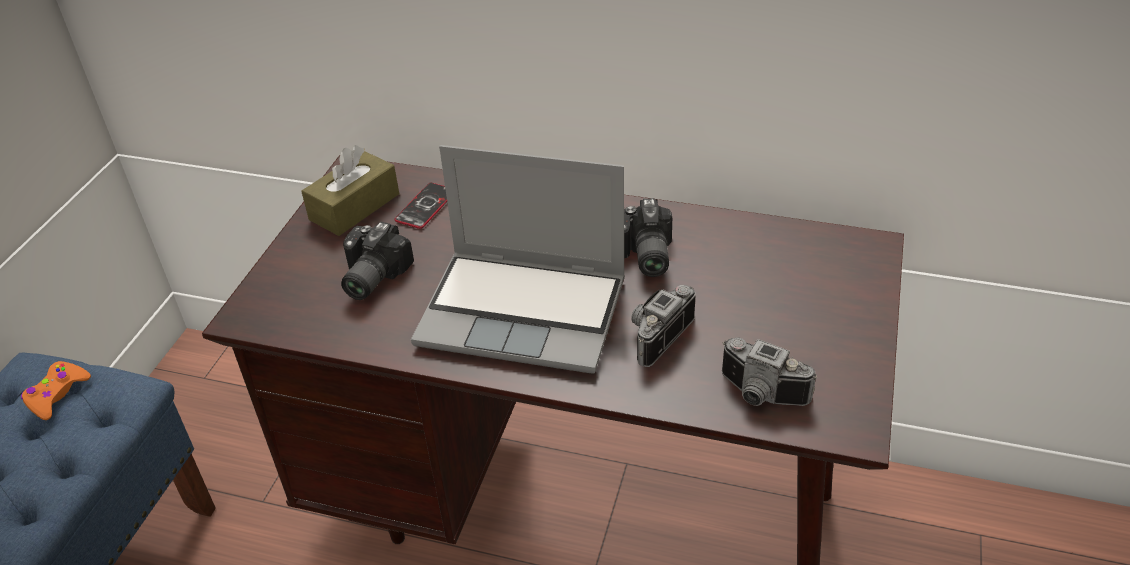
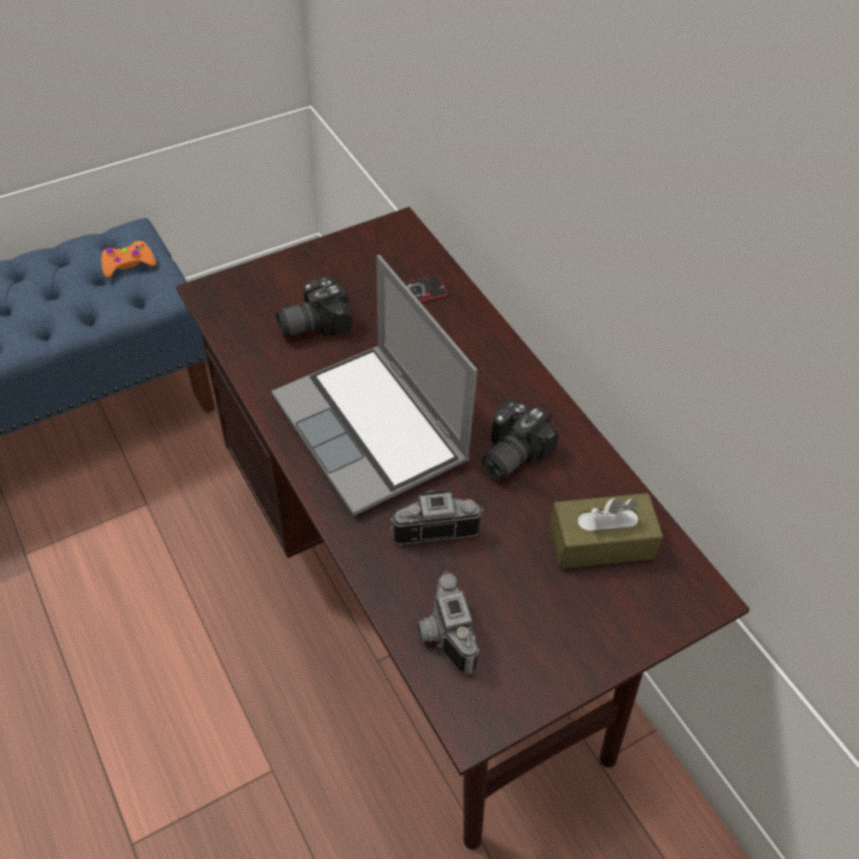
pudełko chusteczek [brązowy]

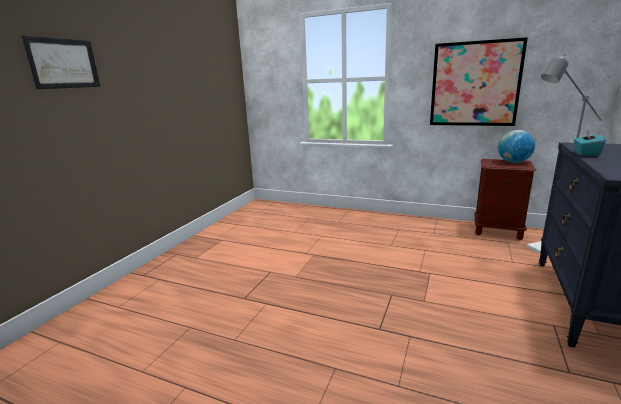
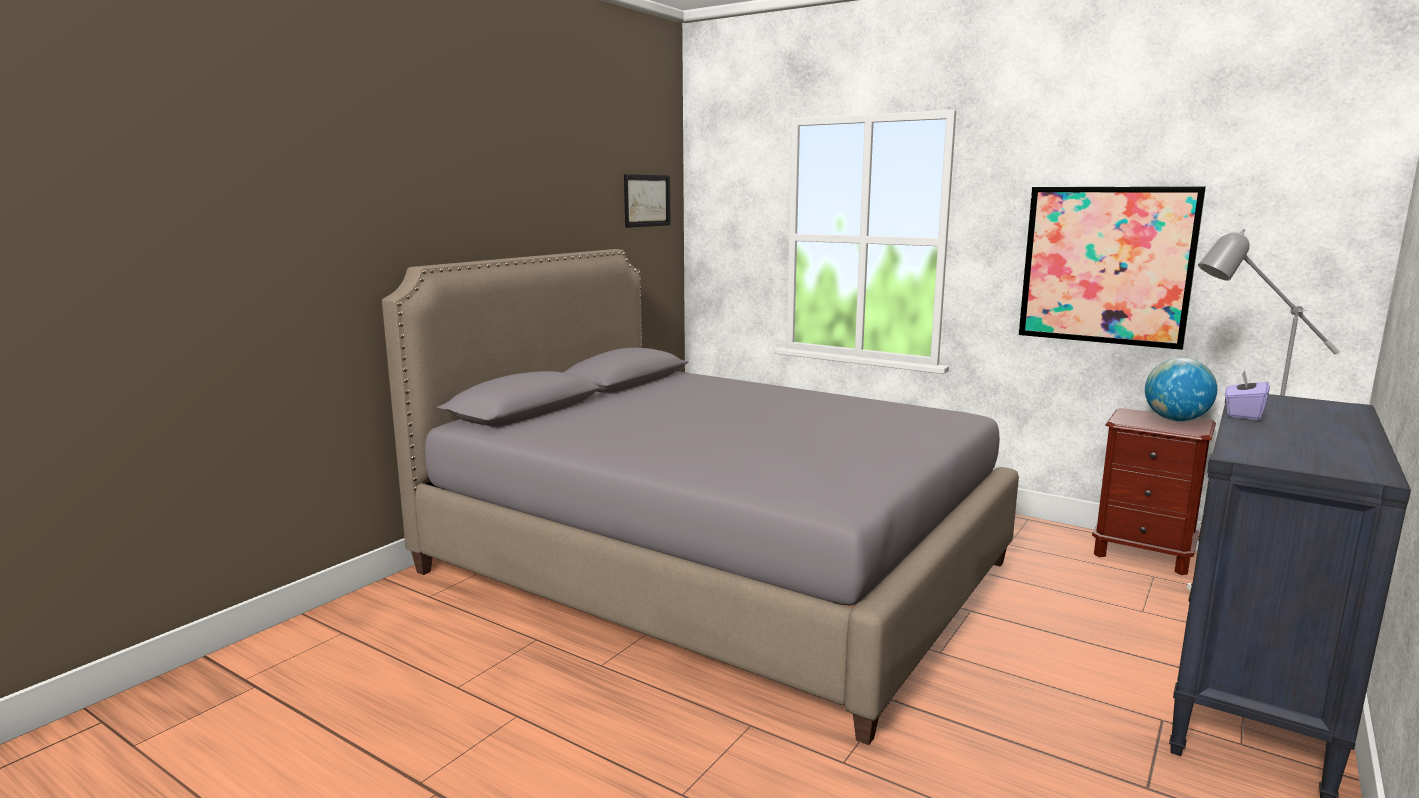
łóżko [szary]
obraz (1st from left)
pudełko chusteczek [fioletowy]

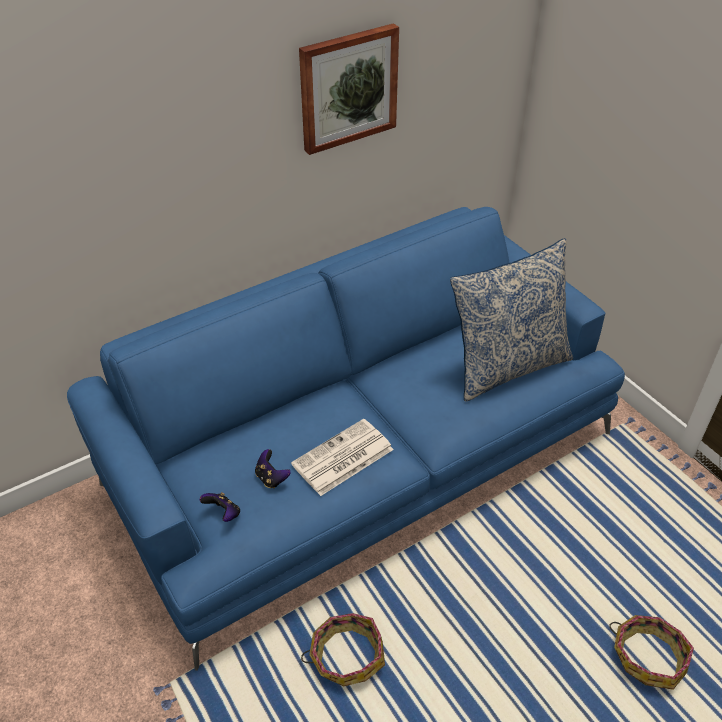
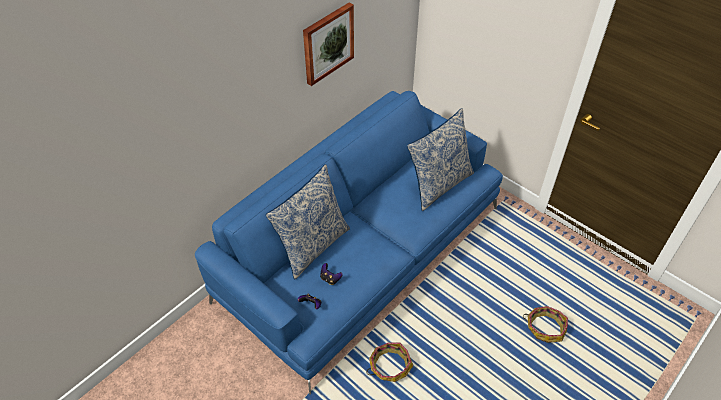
poduszka (1st from left)
gazeta

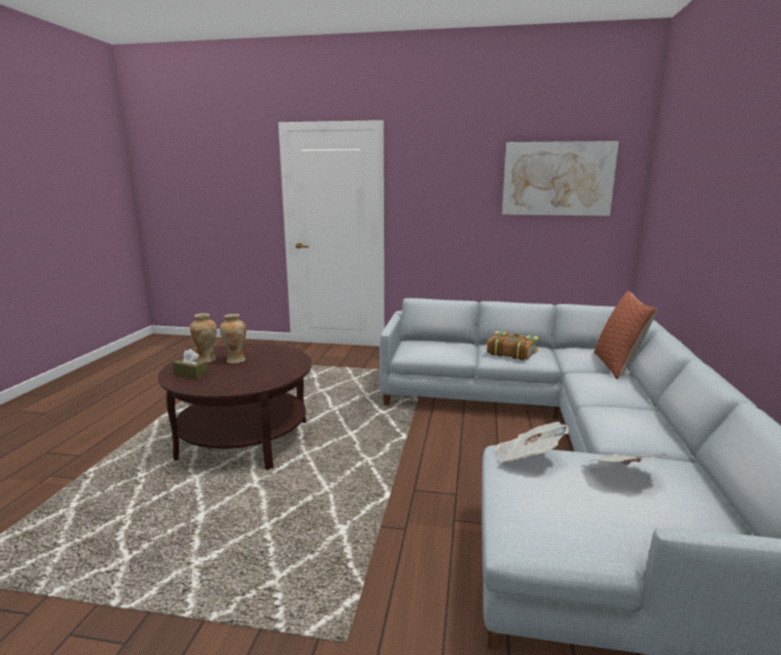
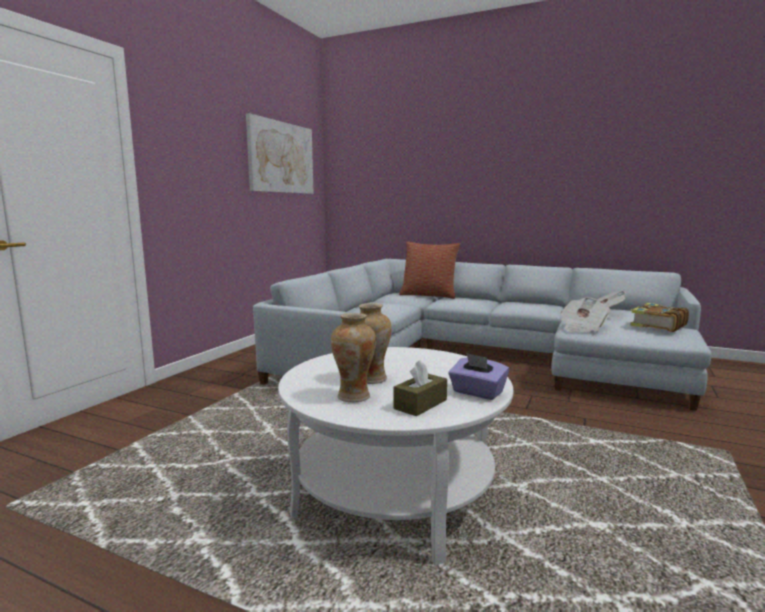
ława [biały]
pudełko chusteczek [fioletowy]
książka

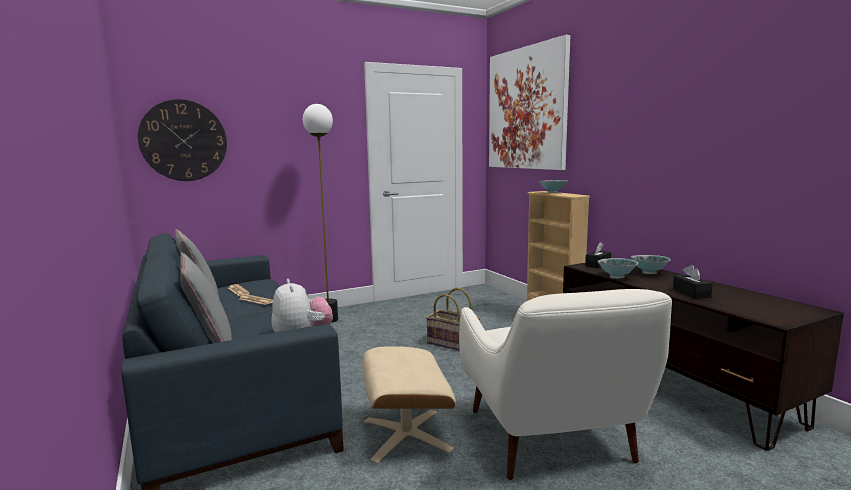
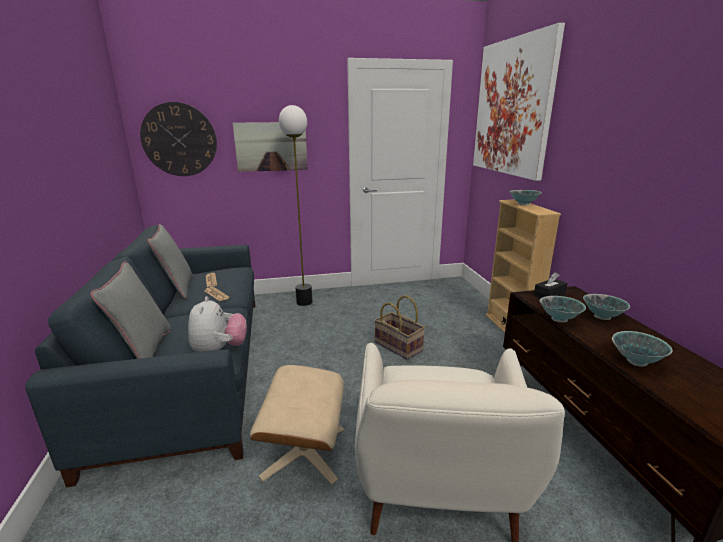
obraz (1st from left)
miska (4th from left)

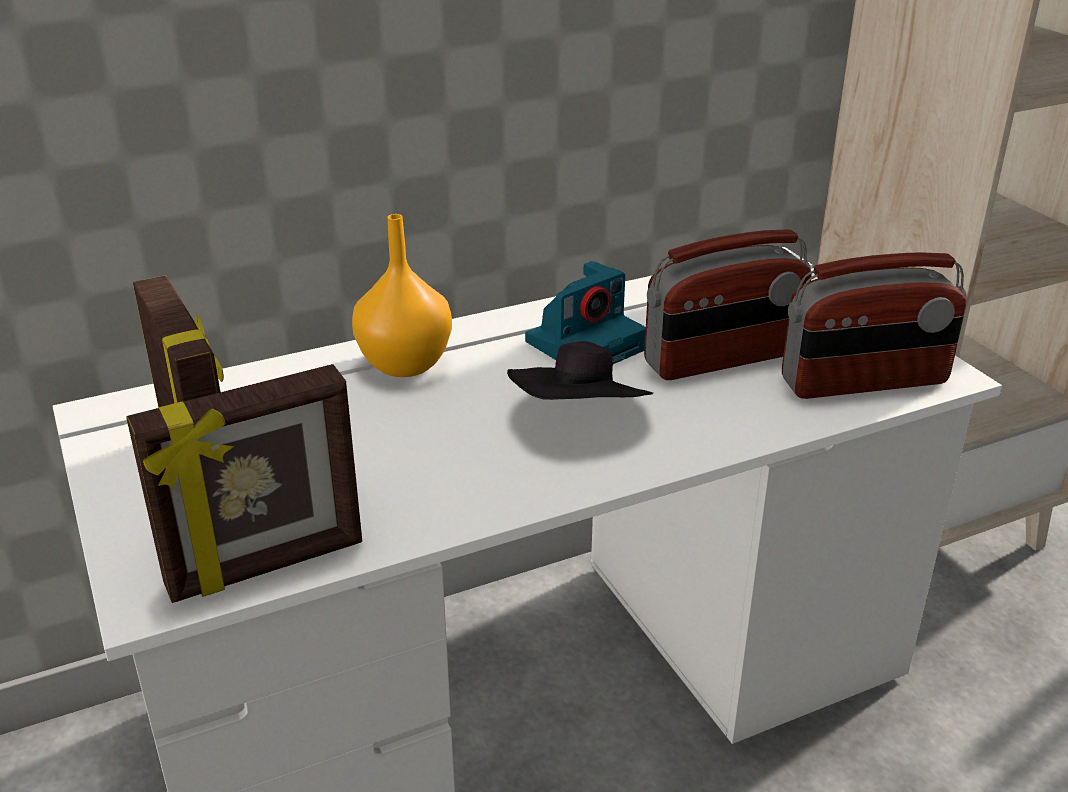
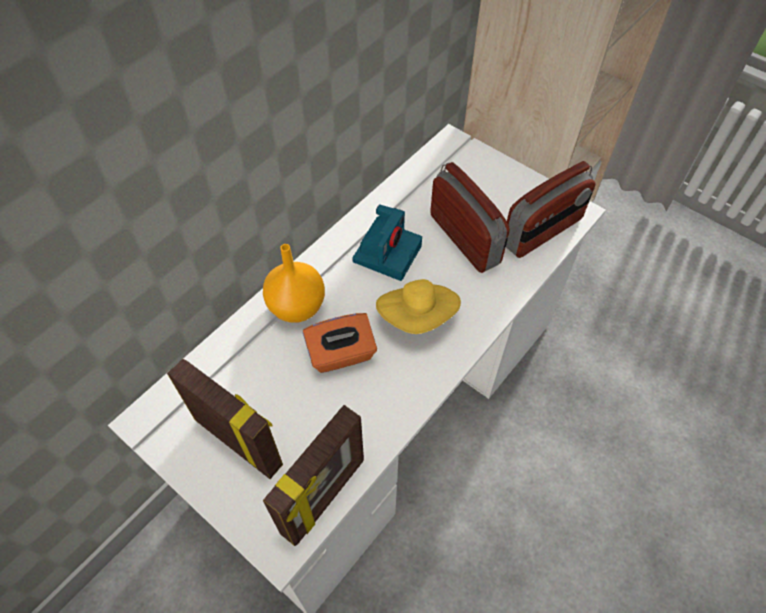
pudełko chusteczek [pomarańczowy]
kapelusz [żółty]
radio (1st from left)

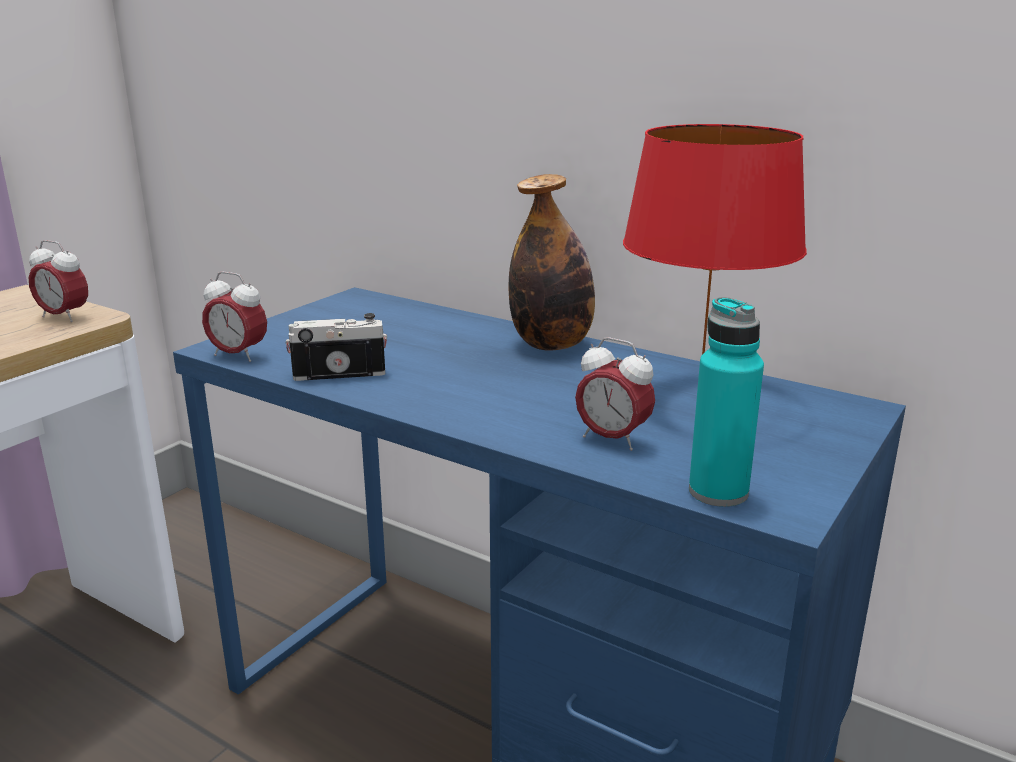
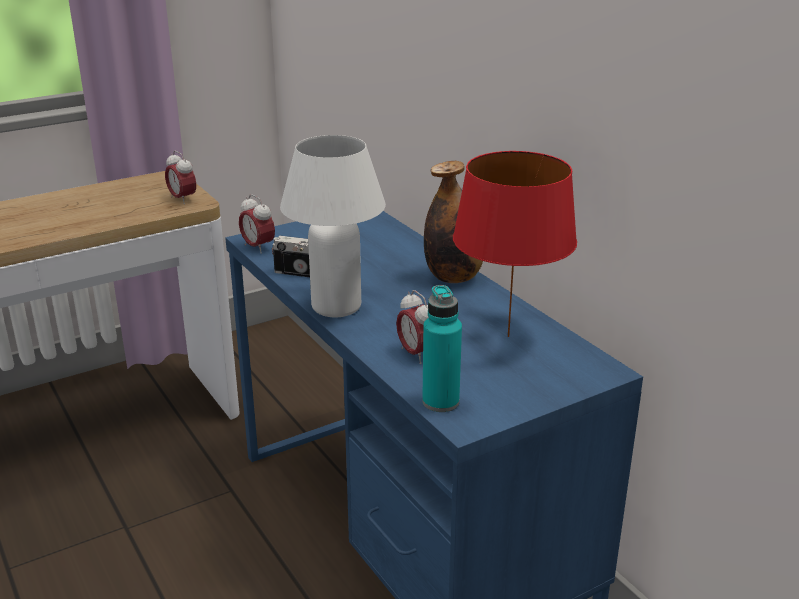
lampa stołowa [biały]

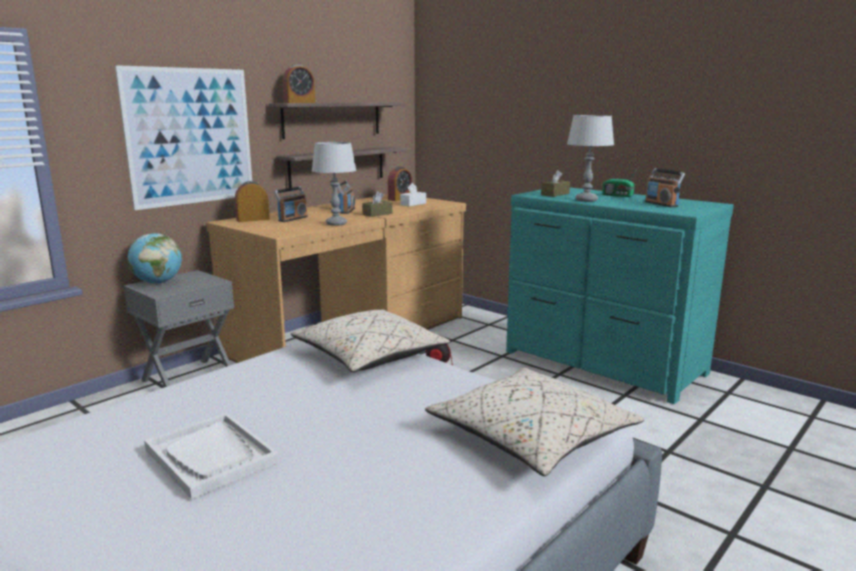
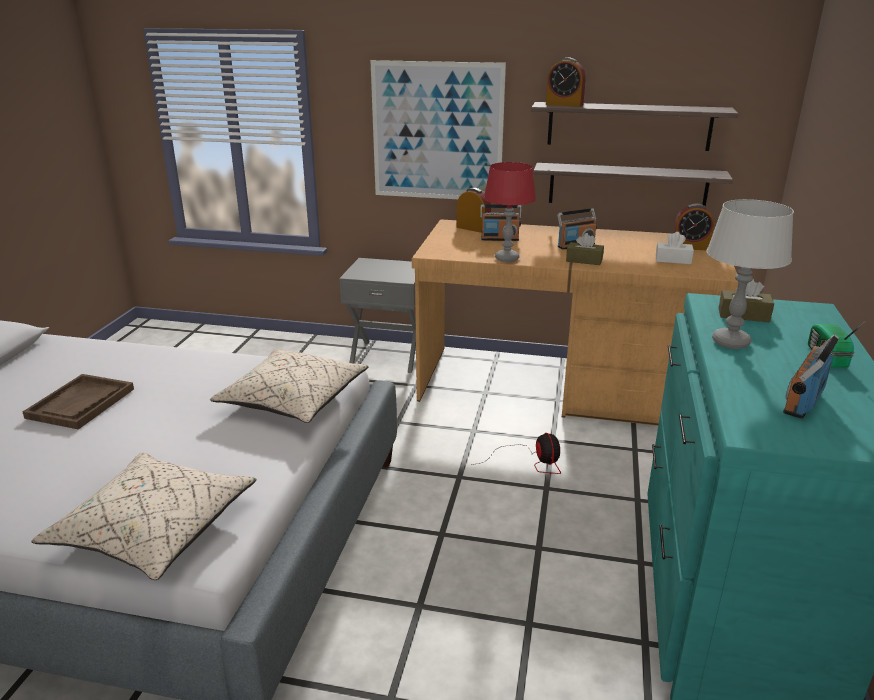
taca [brązowy]
lampa stołowa [czerwony]
globus

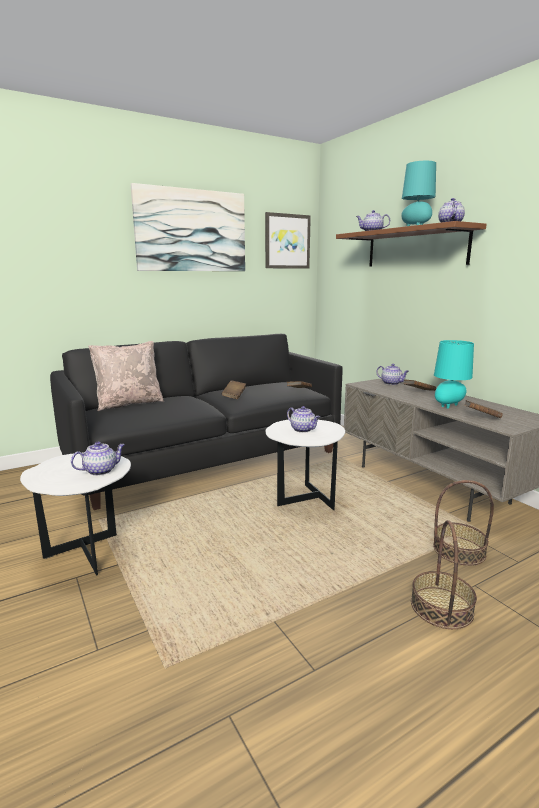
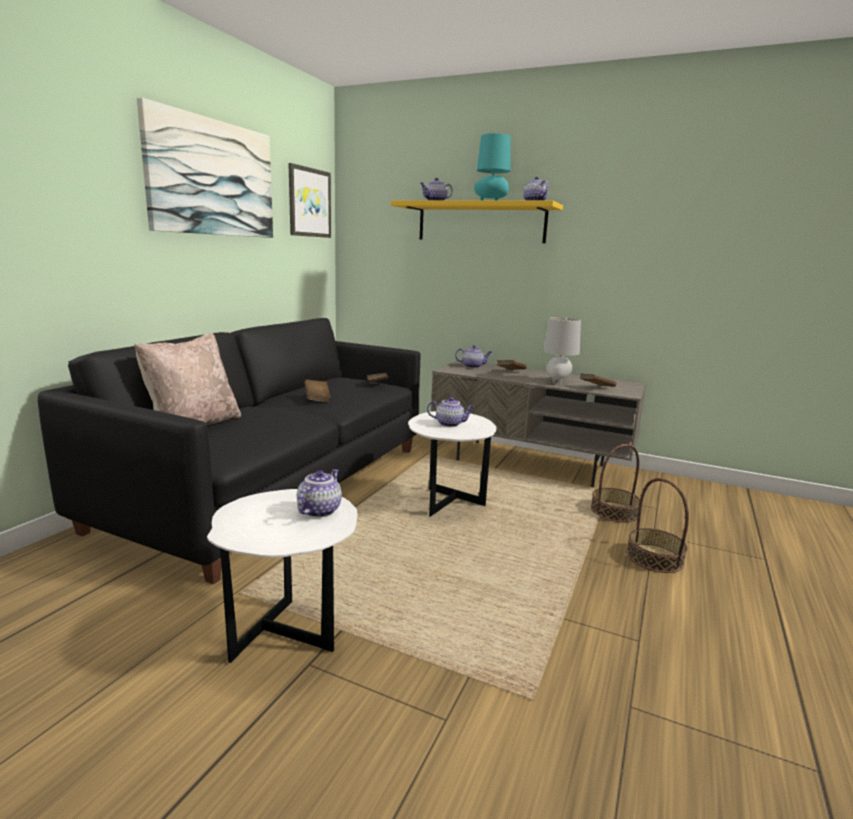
półka [żółty]
lampa stołowa [szary]

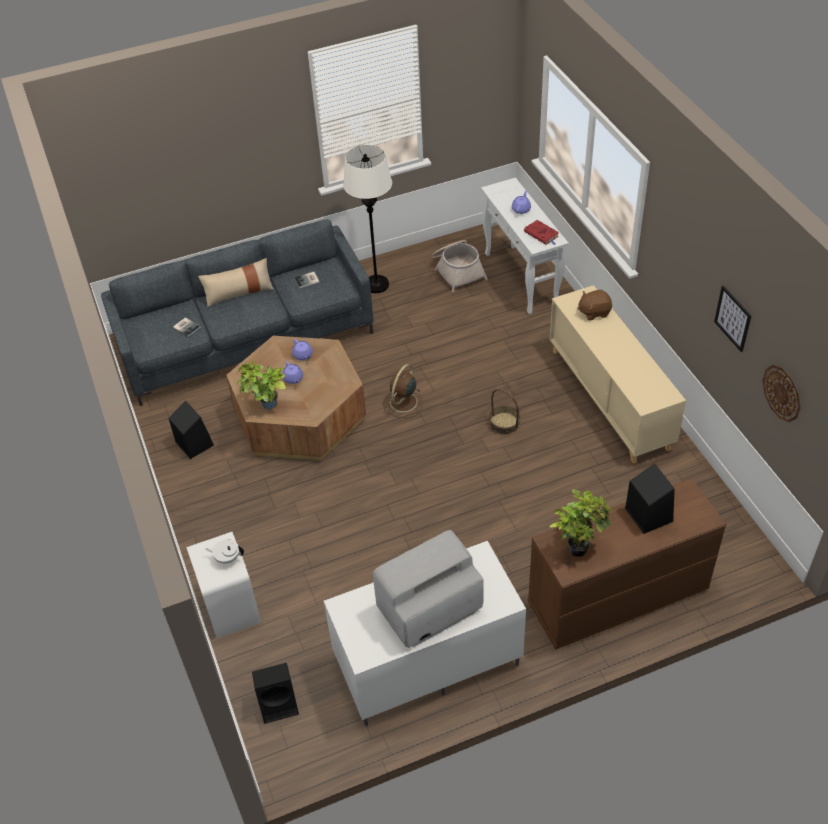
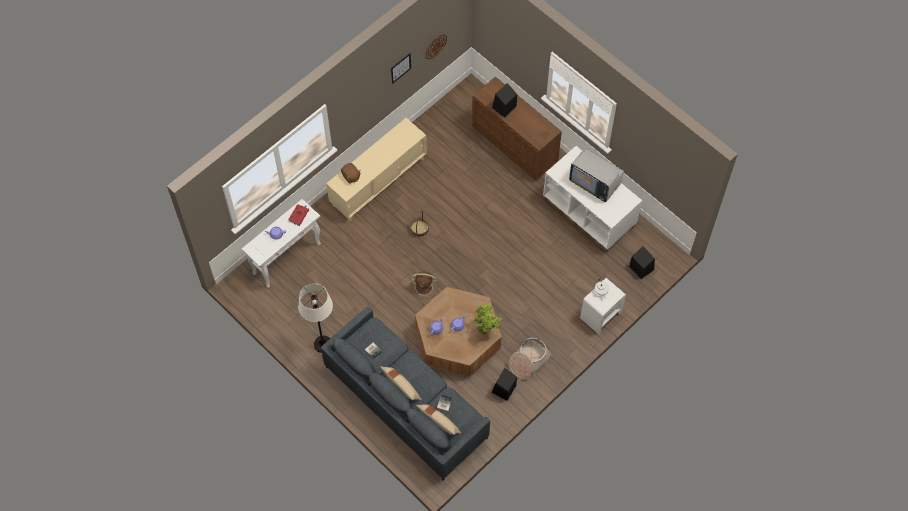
poduszka [beżowy] (2nd from left)
koszyk (2nd from left)
roślina doniczkowa (2nd from left in the first image)

